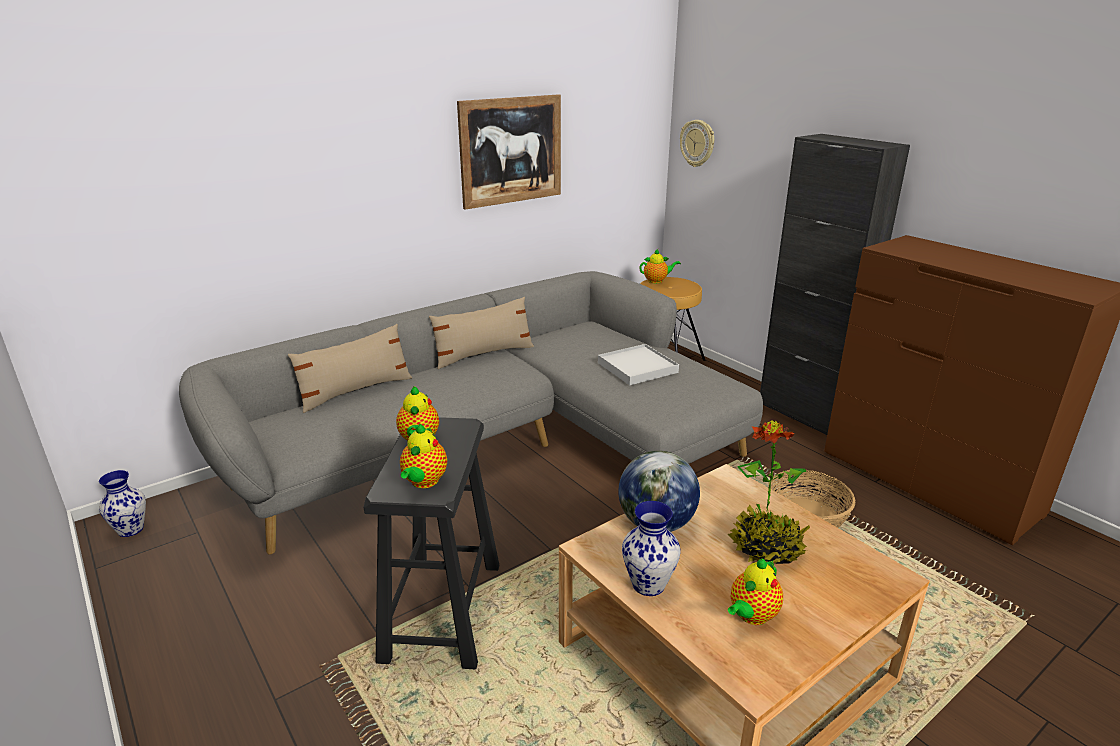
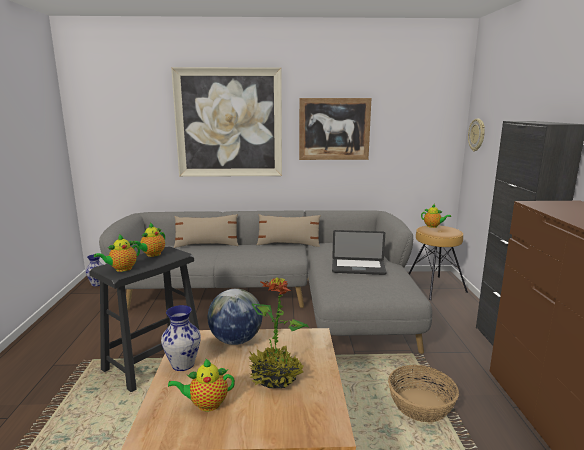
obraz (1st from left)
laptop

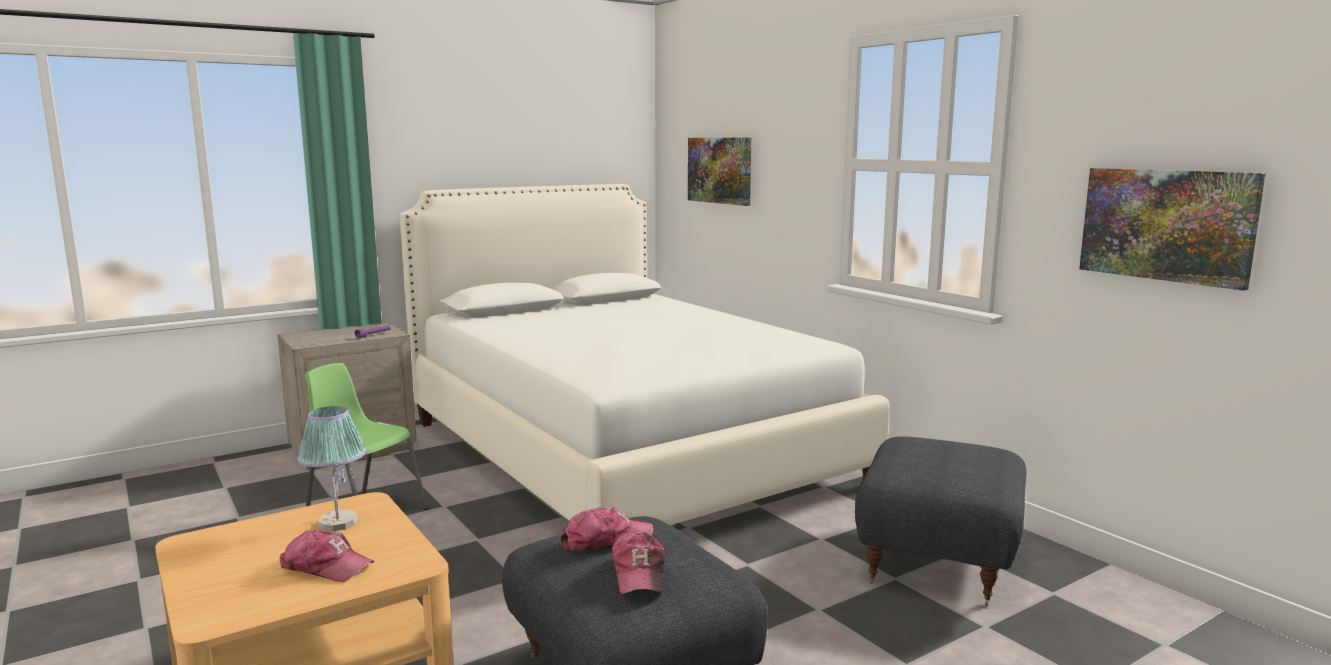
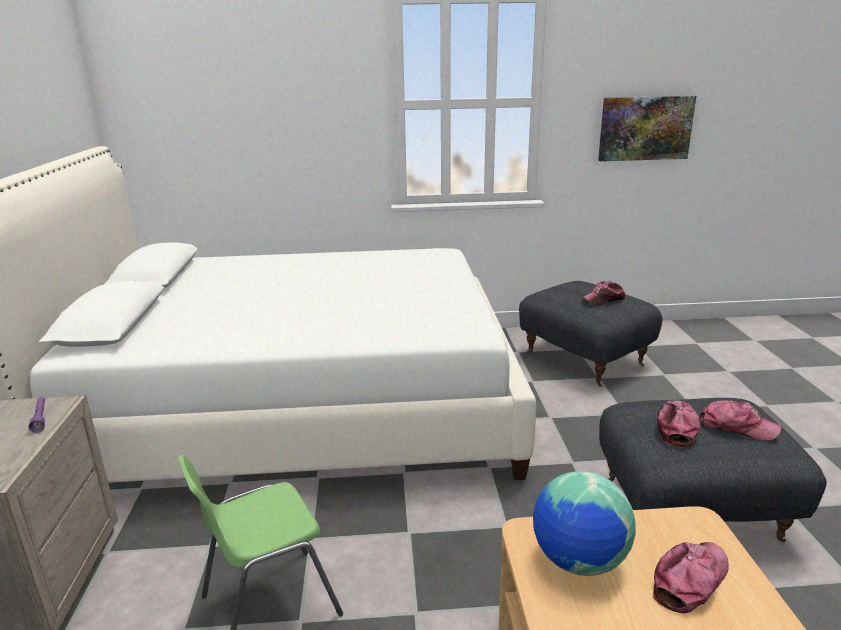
globus
czapka z daszkiem (1st from left)
obraz (1st from left in the first image)

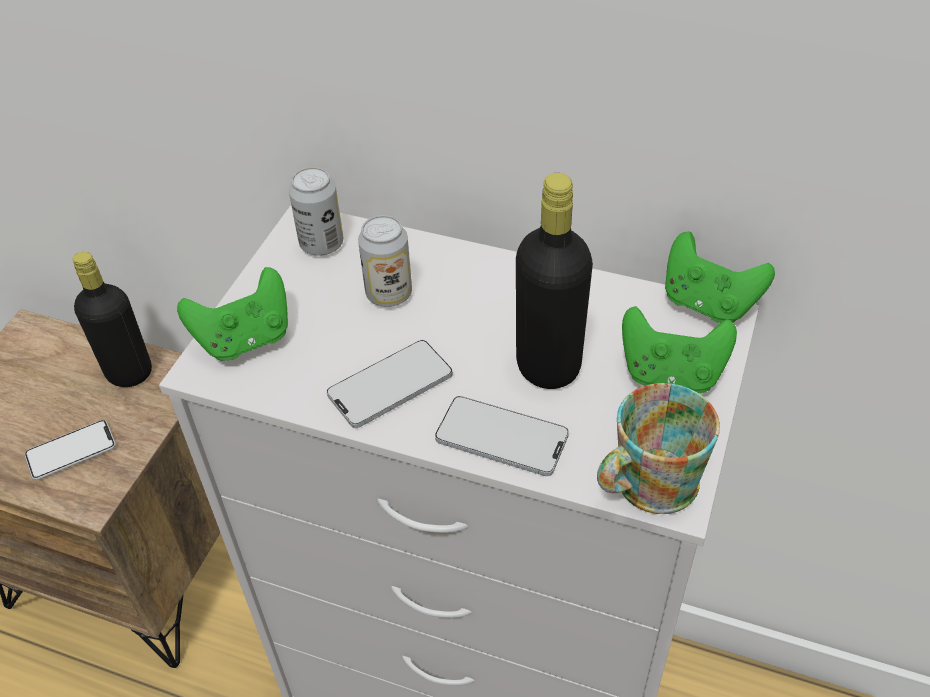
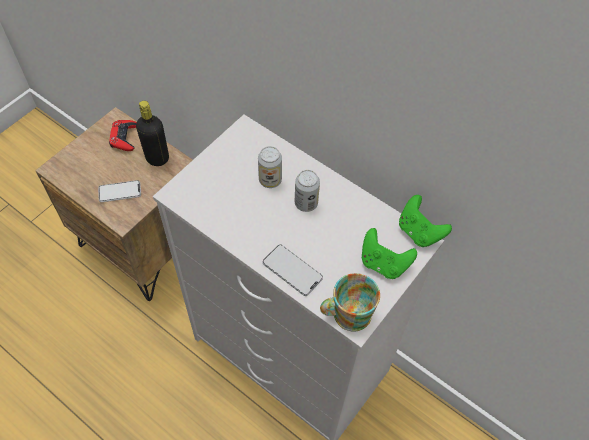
pad do gier [czerwony]
puszka (2nd from left)
pad do gier [zielony] (1st from left in the first image)
telefon (2nd from left in the first image)
butelka [czarny] (2nd from left in the first image)

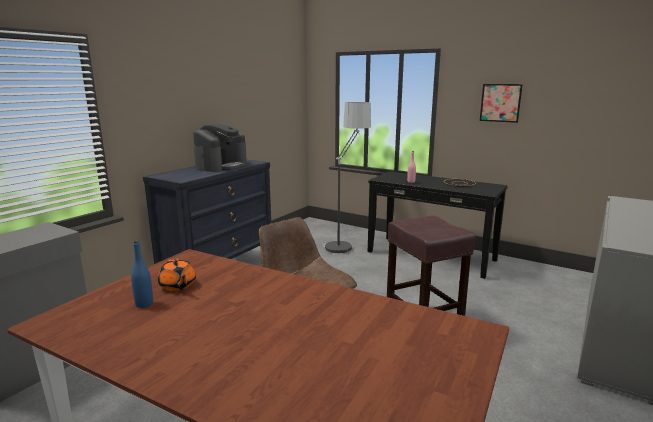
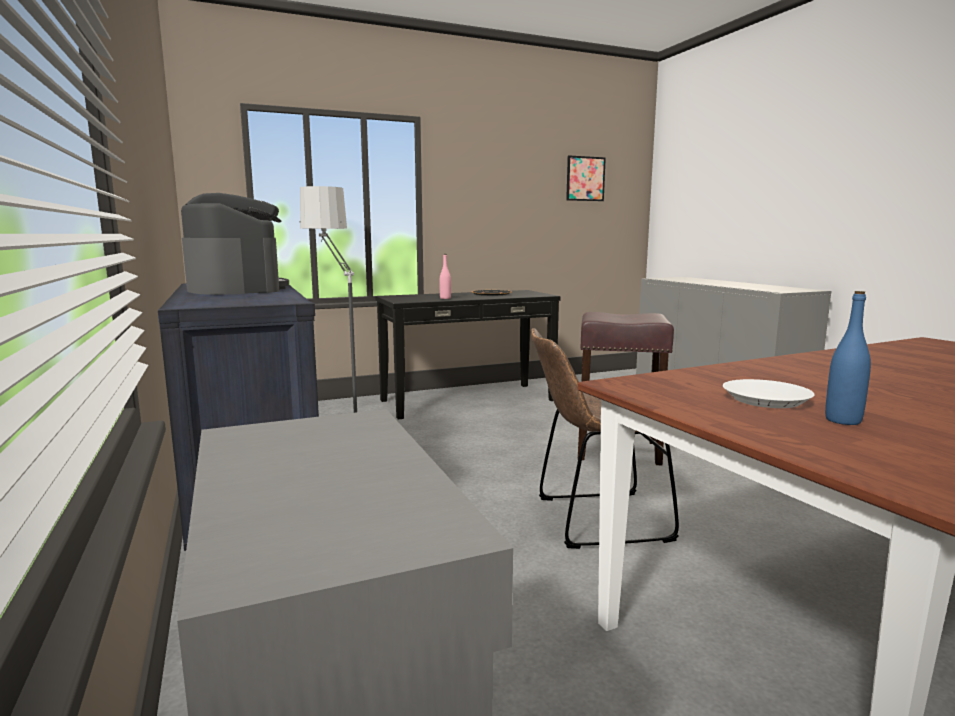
obraz
talerz [biały]

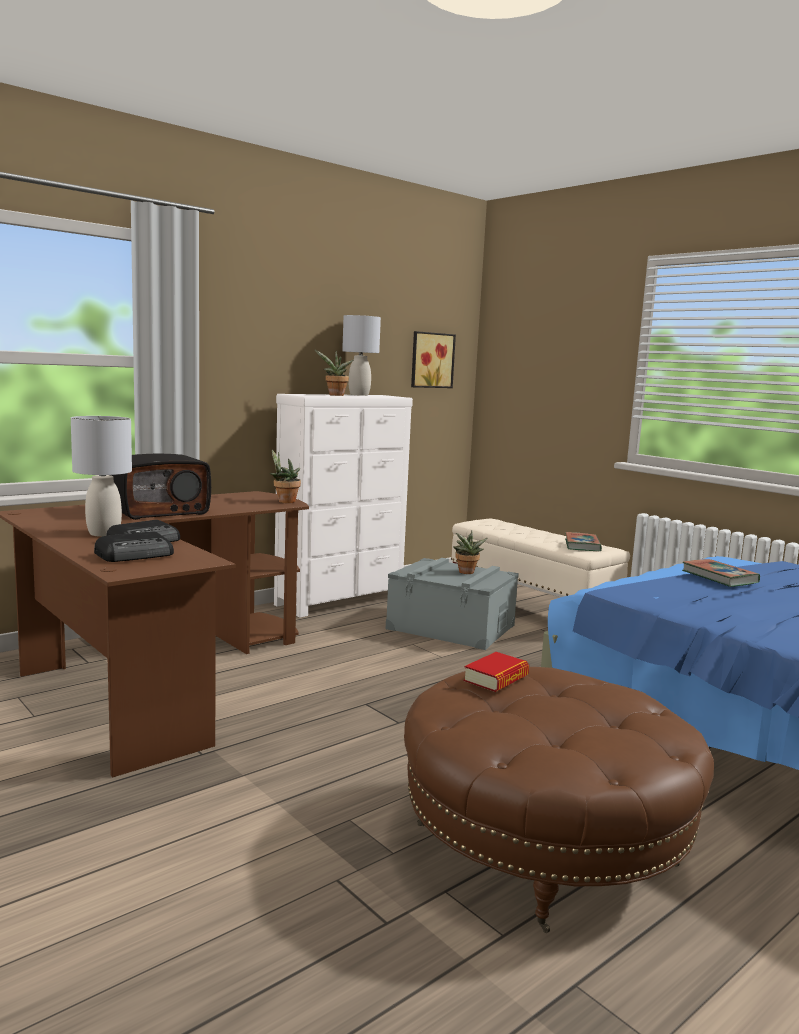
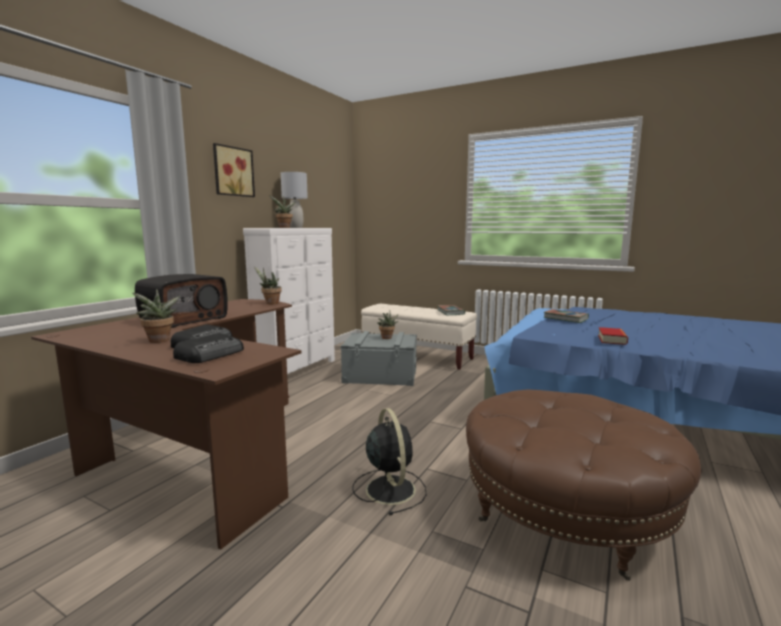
roślina doniczkowa (1st from left)
obraz
wentylator [czarny]
książka (3rd from left)

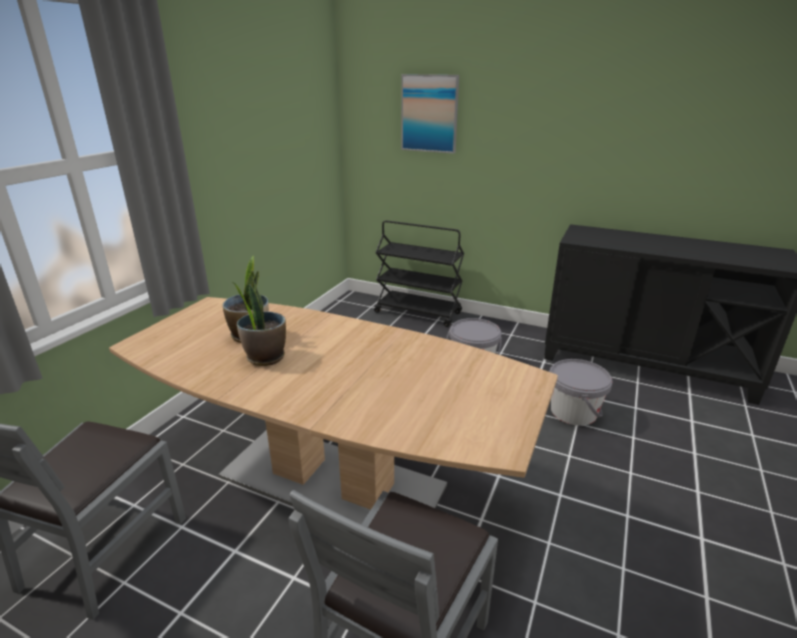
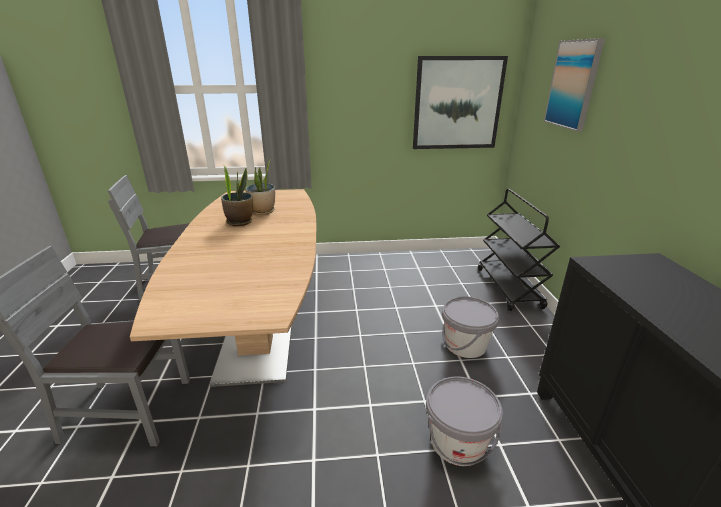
obraz (1st from left)

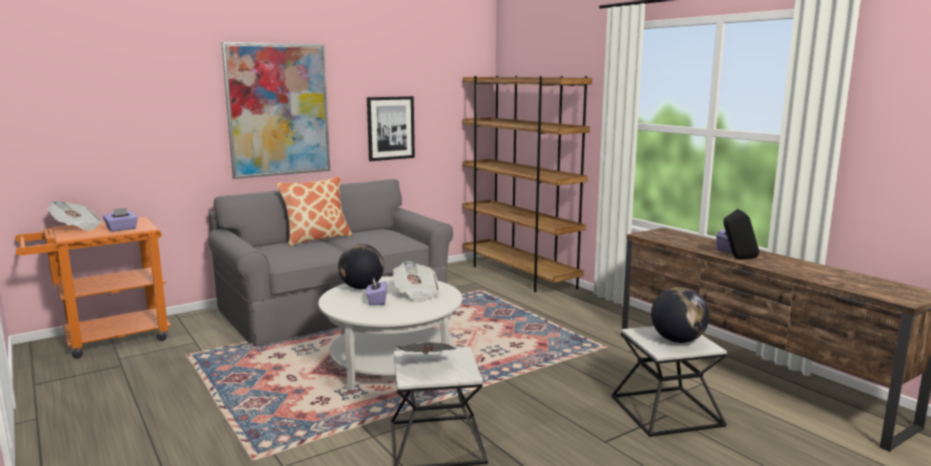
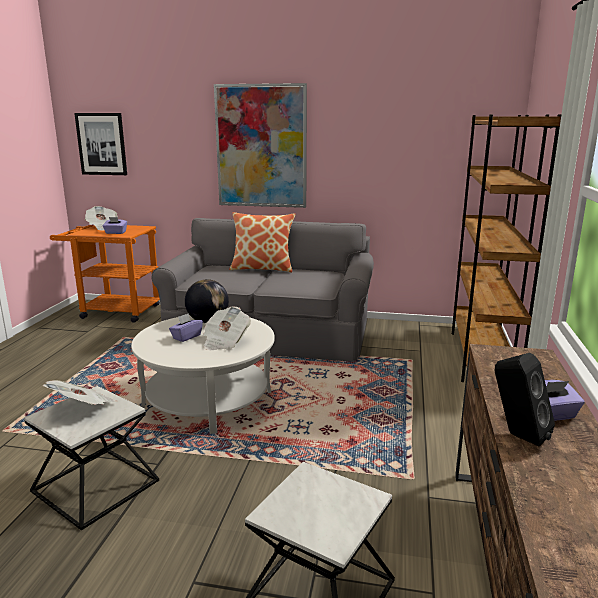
obraz (1st from left)
globus (2nd from left in the first image)

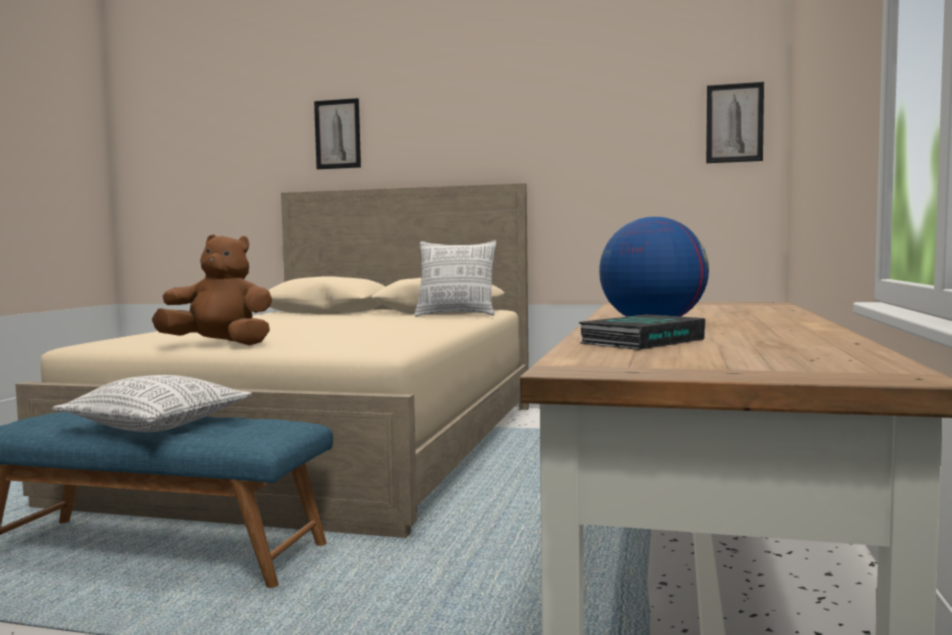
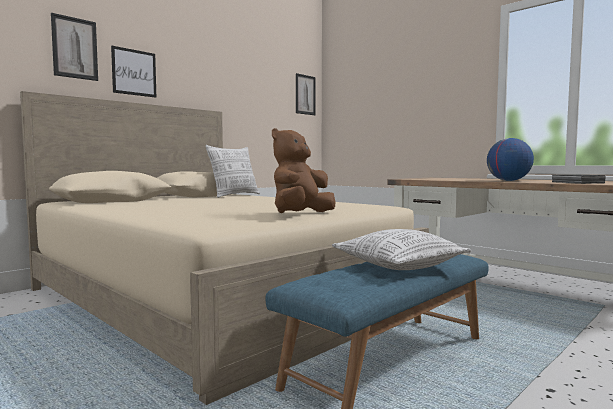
obraz (2nd from left)

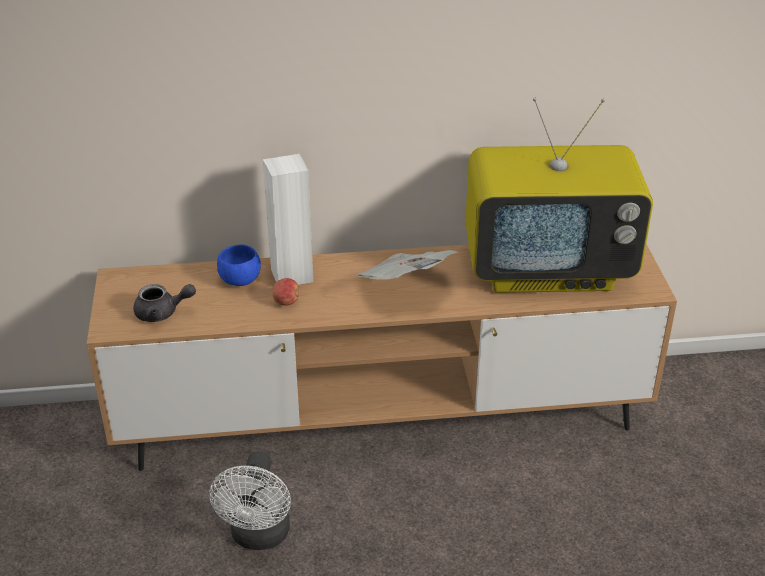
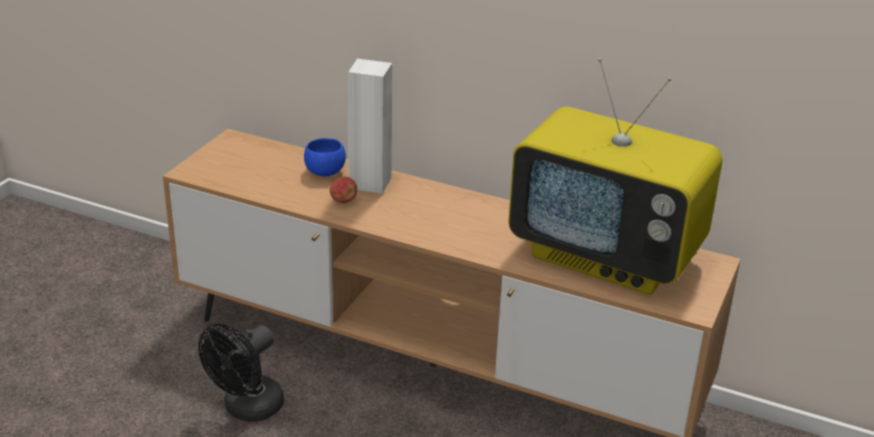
wentylator [czarny]
imbryk [szary]
gazeta

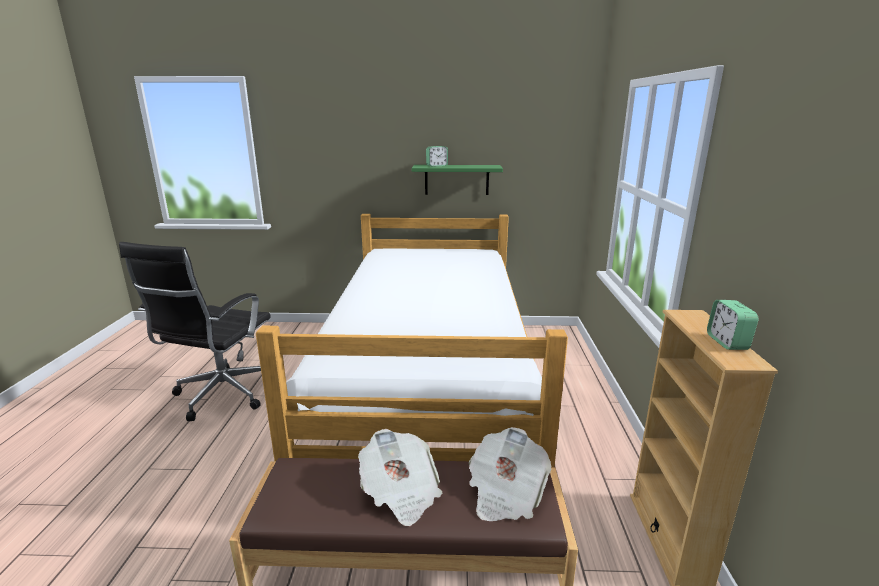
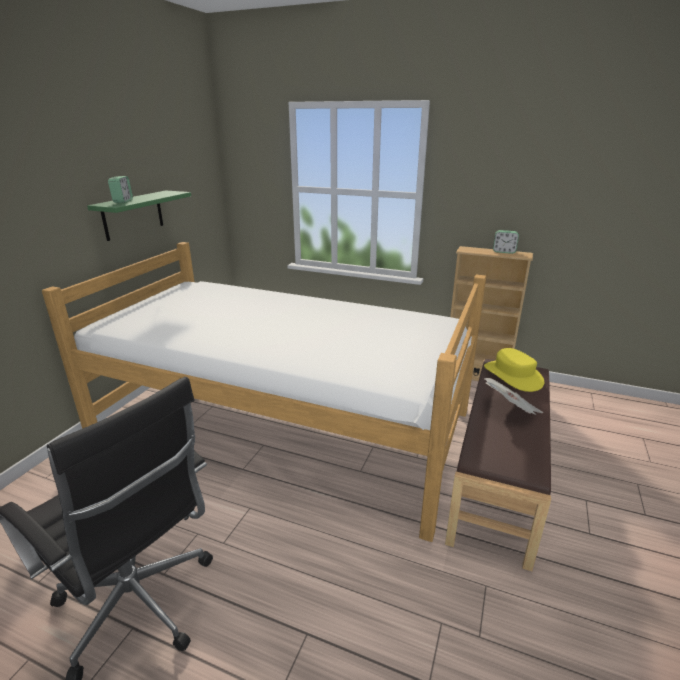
kapelusz [żółty]

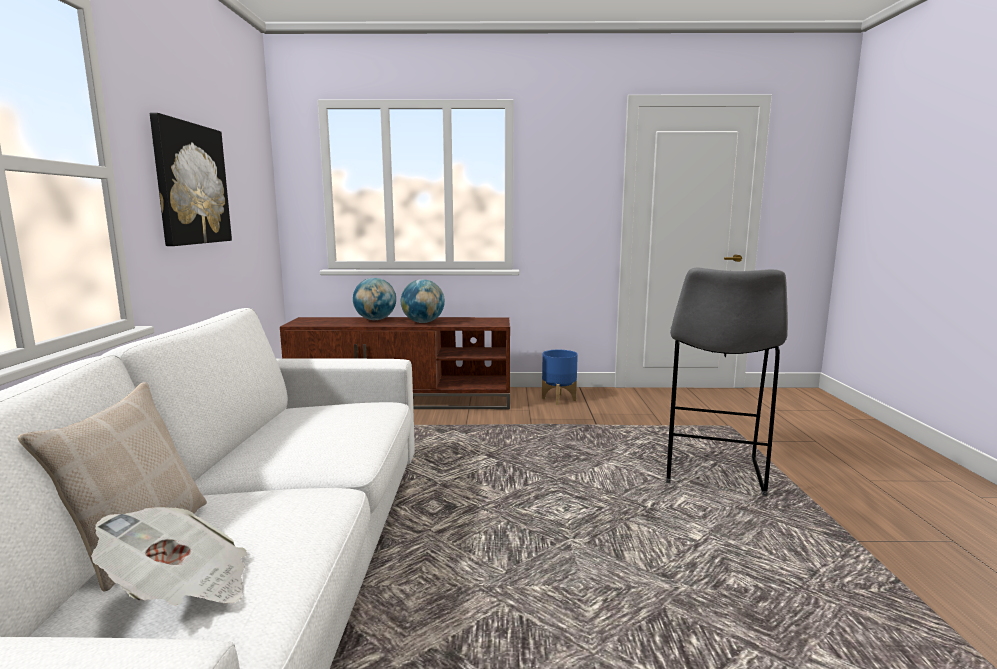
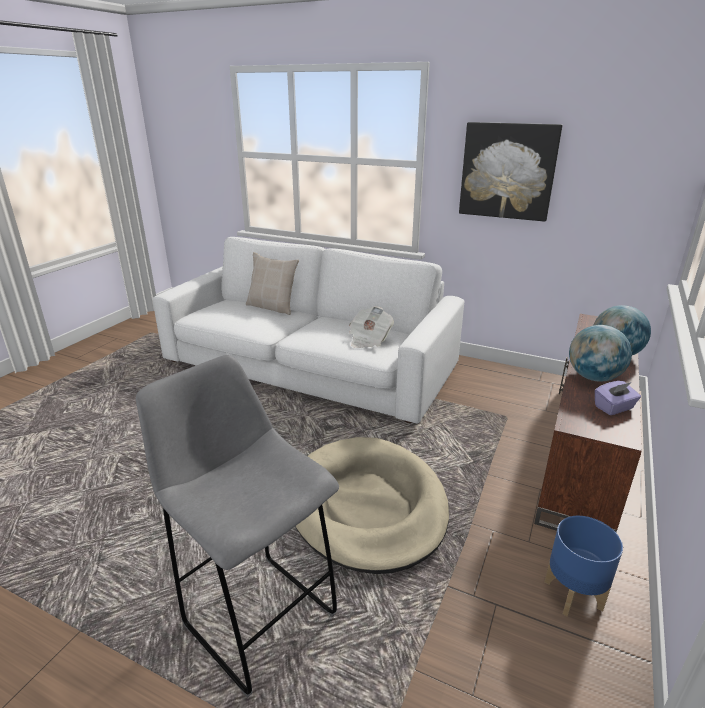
legowisko [beżowy]
gazeta
pudełko chusteczek [fioletowy]

